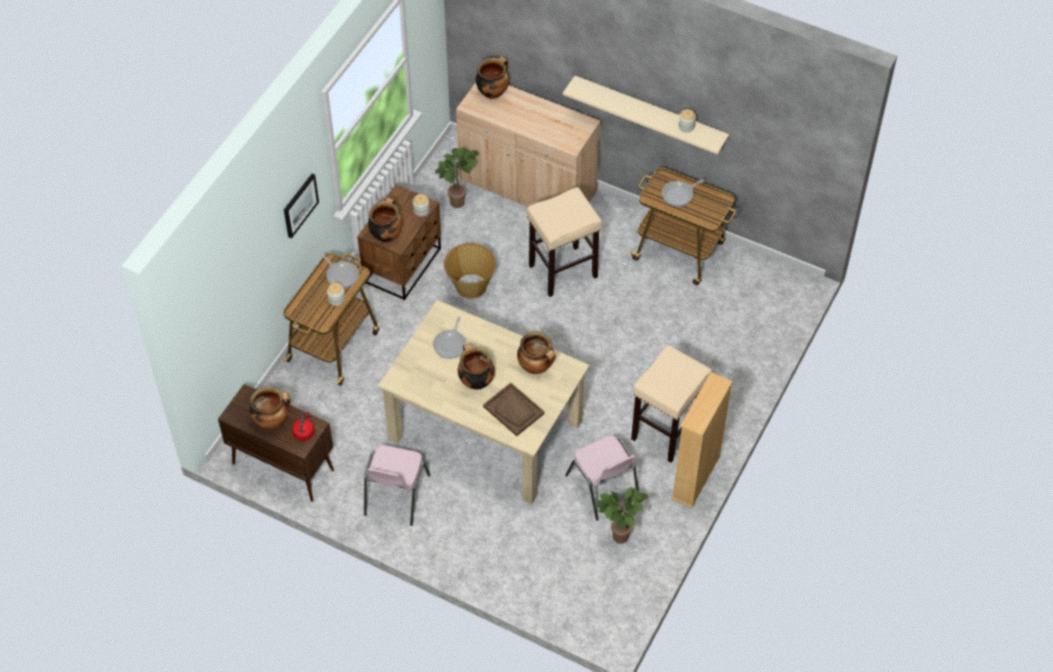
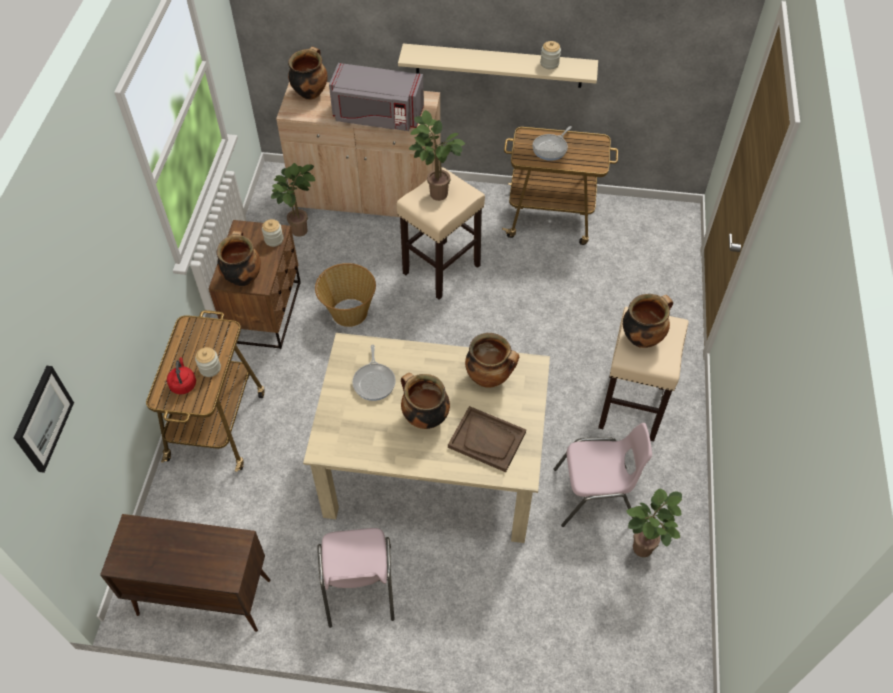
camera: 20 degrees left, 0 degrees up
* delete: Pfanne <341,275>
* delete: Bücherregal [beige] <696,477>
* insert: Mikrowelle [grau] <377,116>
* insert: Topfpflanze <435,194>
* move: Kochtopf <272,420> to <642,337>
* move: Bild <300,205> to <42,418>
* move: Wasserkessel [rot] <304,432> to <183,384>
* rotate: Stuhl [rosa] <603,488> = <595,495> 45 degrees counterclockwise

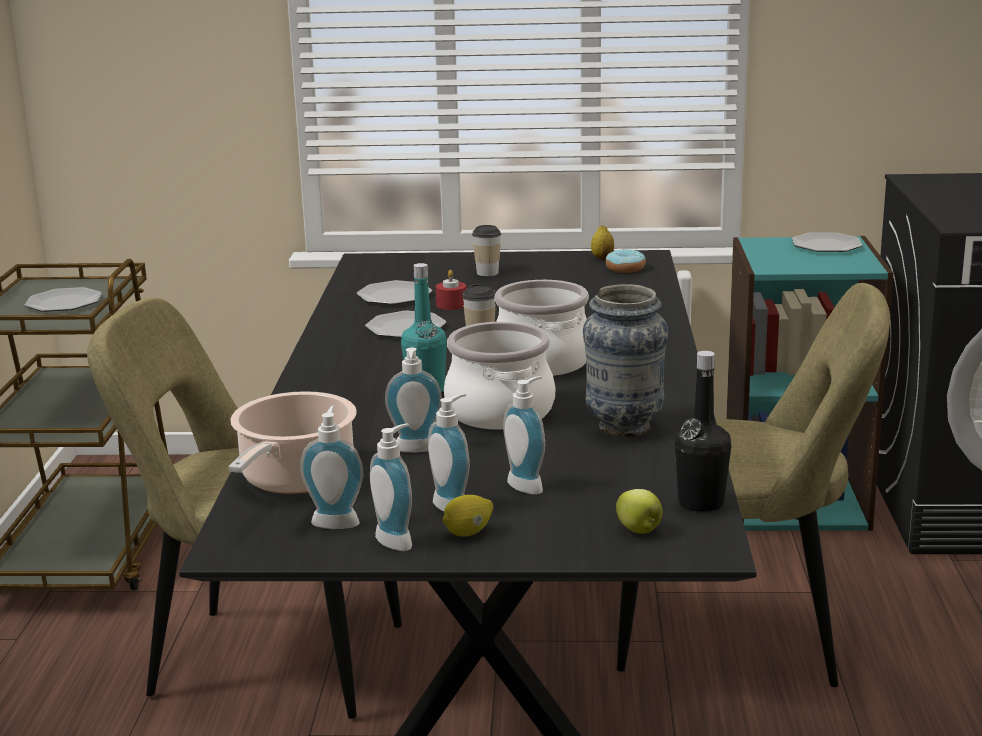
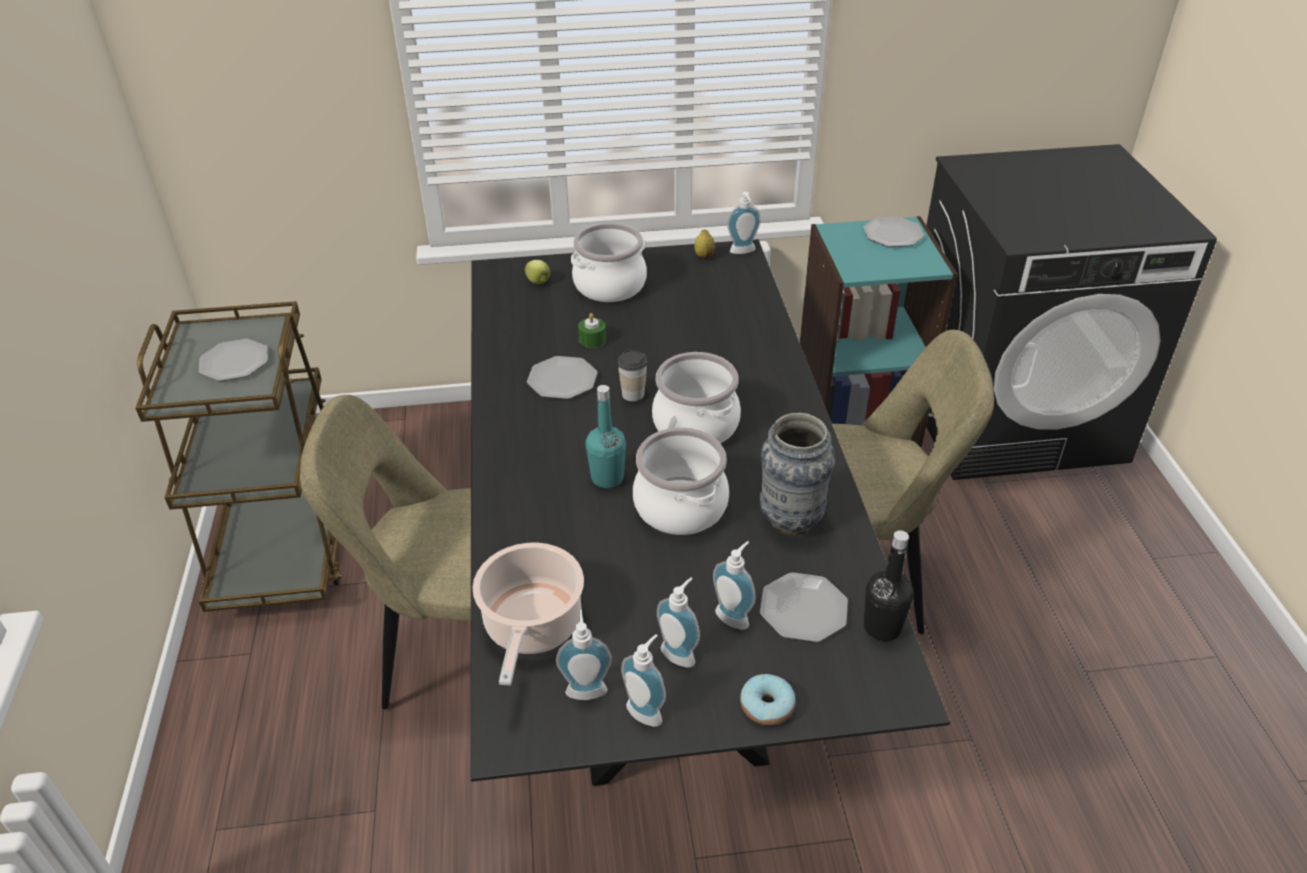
camera: 10 degrees left, 20 degrees up
* delete: Zitrone <468,533>
* move: Teller <395,296> to <804,610>
* move: Seifenspender <415,450> to <743,252>
* move: Donut <625,269> to <767,706>
* move: Apfel <639,531> to <538,282>
* replace: Tasse <487,273> to Kochtopf <610,286>
* recolor: Kerze [rot] <451,305> to Kerze [grün] <592,340>

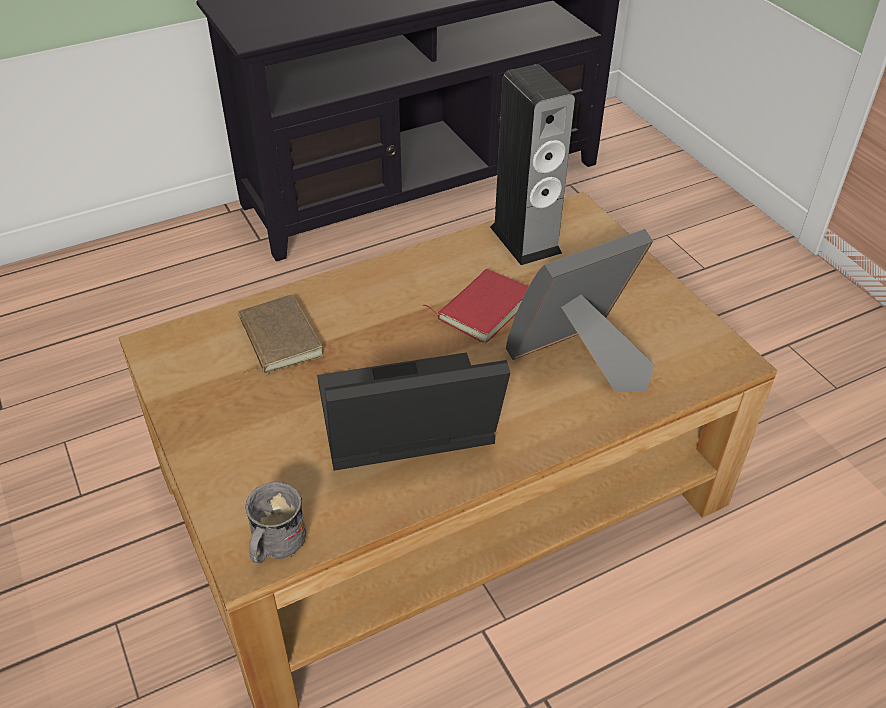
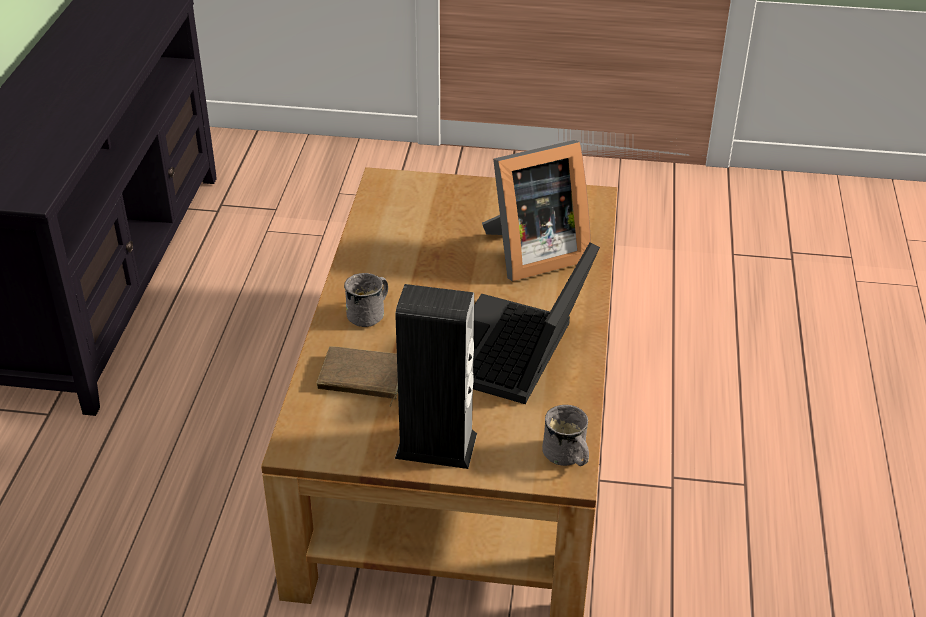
camera: 55 degrees left, 5 degrees down
* delete: Buch [rot] <482,308>
* insert: Henkelbecher [grau] <370,313>
* move: Lautsprecher <525,240> to <436,445>
* rotate: Bilderrahmen <579,360> = <532,254> 120 degrees counterclockwise

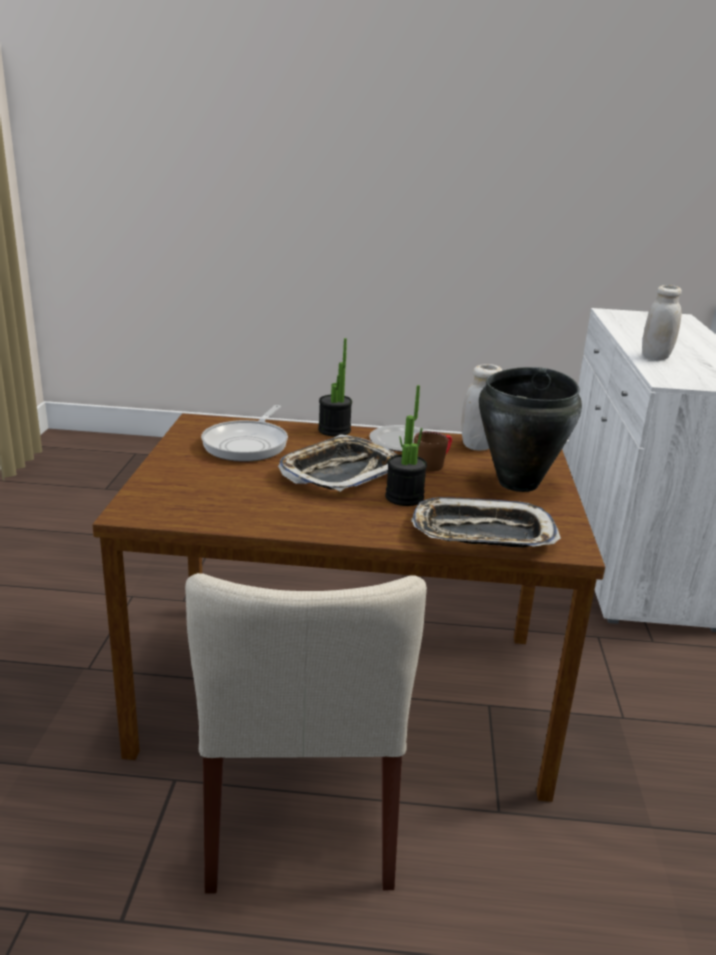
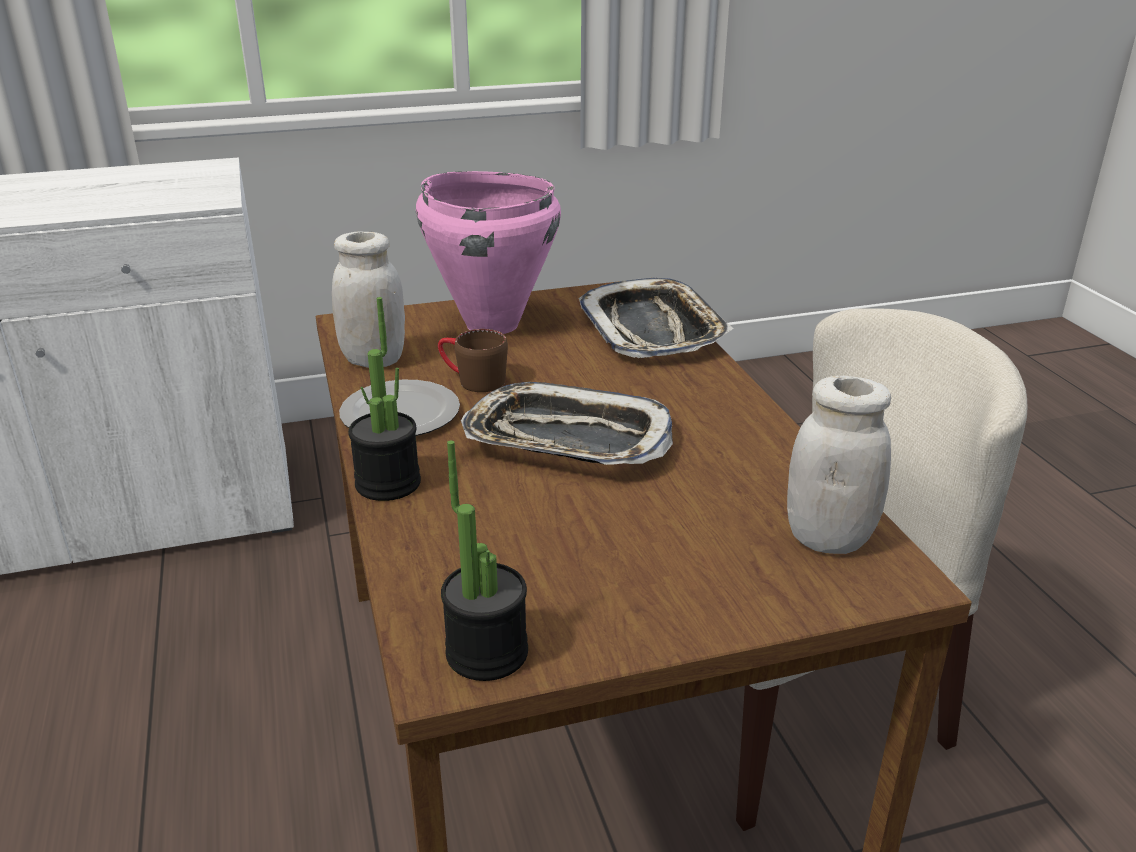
camera: 110 degrees left, 5 degrees up
* delete: Pfanne <248,444>
* move: Topfpflanze <404,497> to <487,652>
* move: Vorratsglas [weiß] <655,357> to <828,538>
* recolor: Kochtopf [schwarz] <519,483> to Kochtopf [rosa] <491,324>

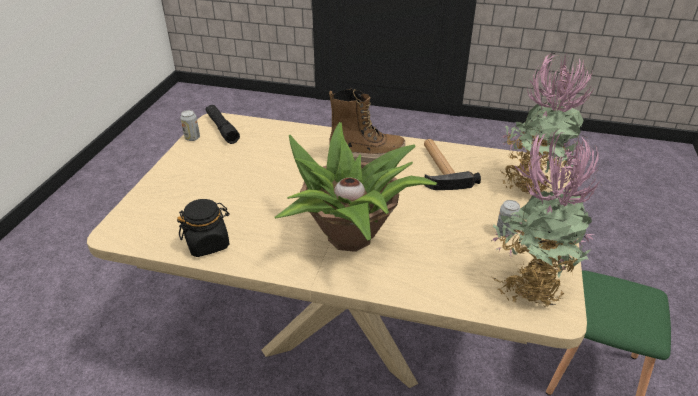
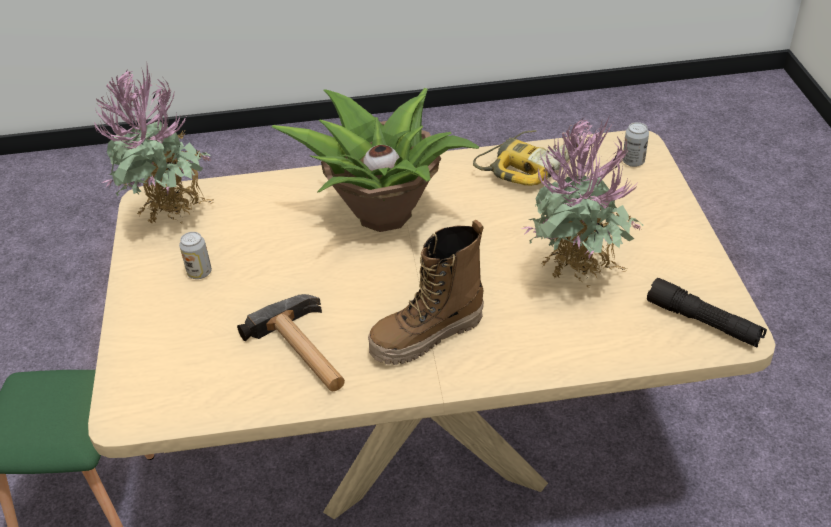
camera: 160 degrees right, 5 degrees up
* move: Dose <192,138> to <633,161>
* move: Topfpflanze <531,184> to <577,280>
* replace: Vorratsglas [schwarz] <208,243> to Bohrmaschine <530,163>

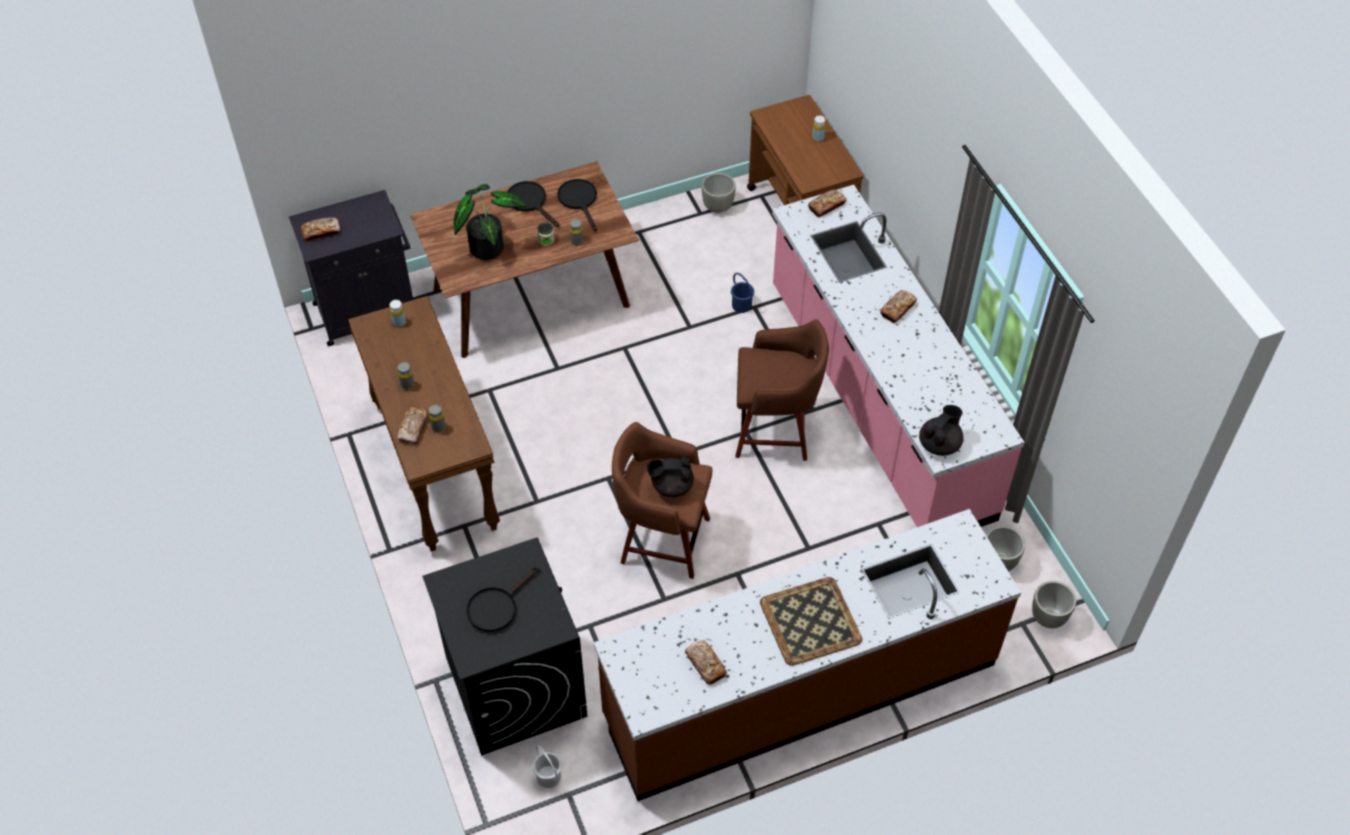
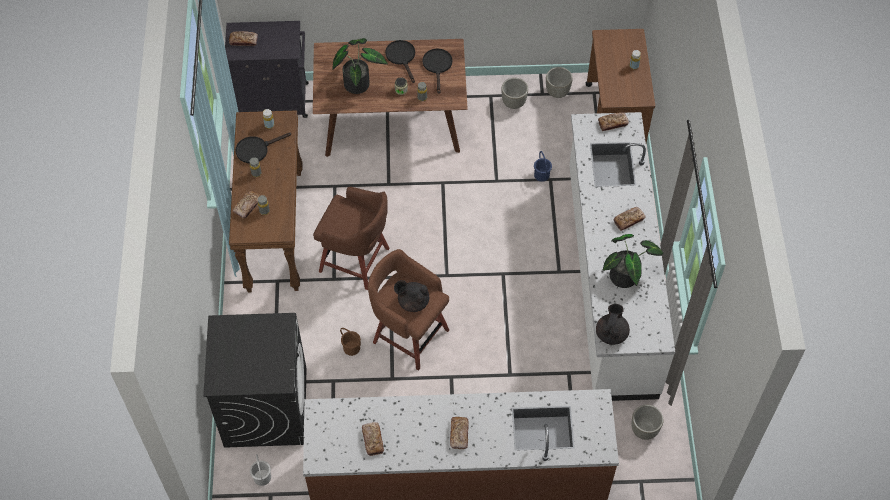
camera: 20 degrees right, 5 degrees up
* insert: Eimer [braun] <351,348>
* insert: Topfpflanze <627,277>
* move: Pfanne [schwarz] <497,606> to <256,149>
* move: Hocker [braun] <775,431> to <356,261>
* move: Pflanzkübel [grau] <1048,617> to <513,103>
* replace: Tablett <811,621> to Brot <459,434>
* recolor: Küchenzeile [rosa] <877,401> to Küchenzeile [weiß] <609,280>
* rotate: Teekanne [schwarz] <939,444> = <611,333> 45 degrees counterclockwise

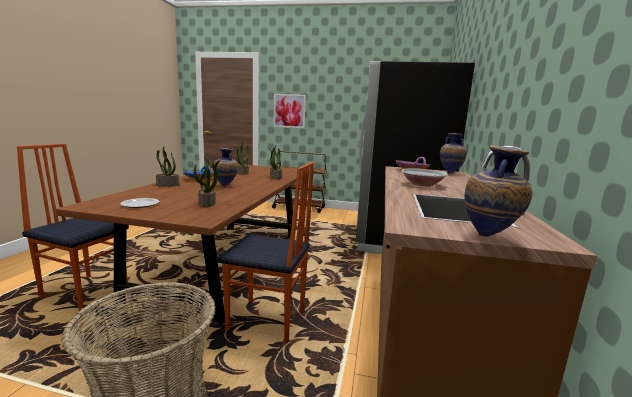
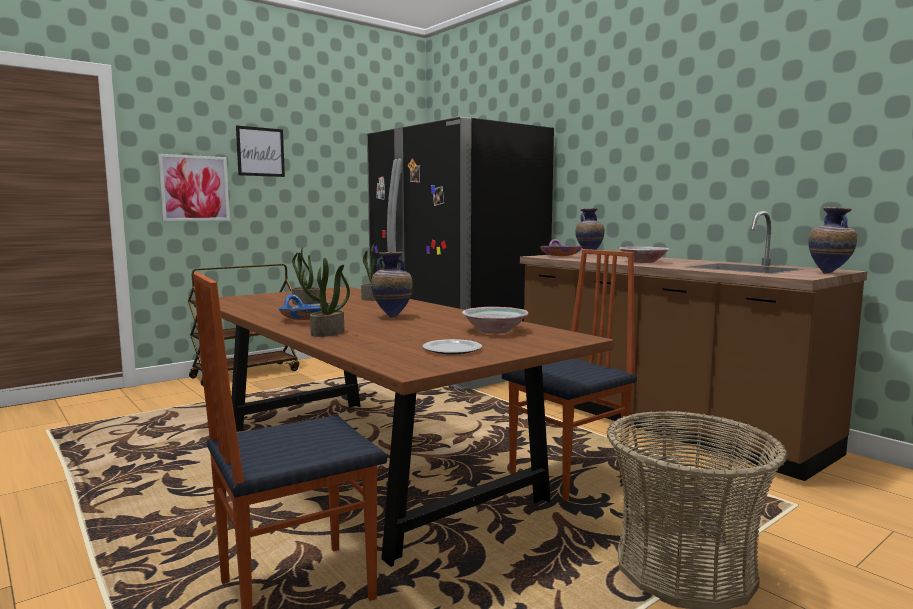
camera: 50 degrees left, 5 degrees down
* insert: Bild <260,152>
* replace: Topfpflanze <207,204> to Schüssel <495,330>

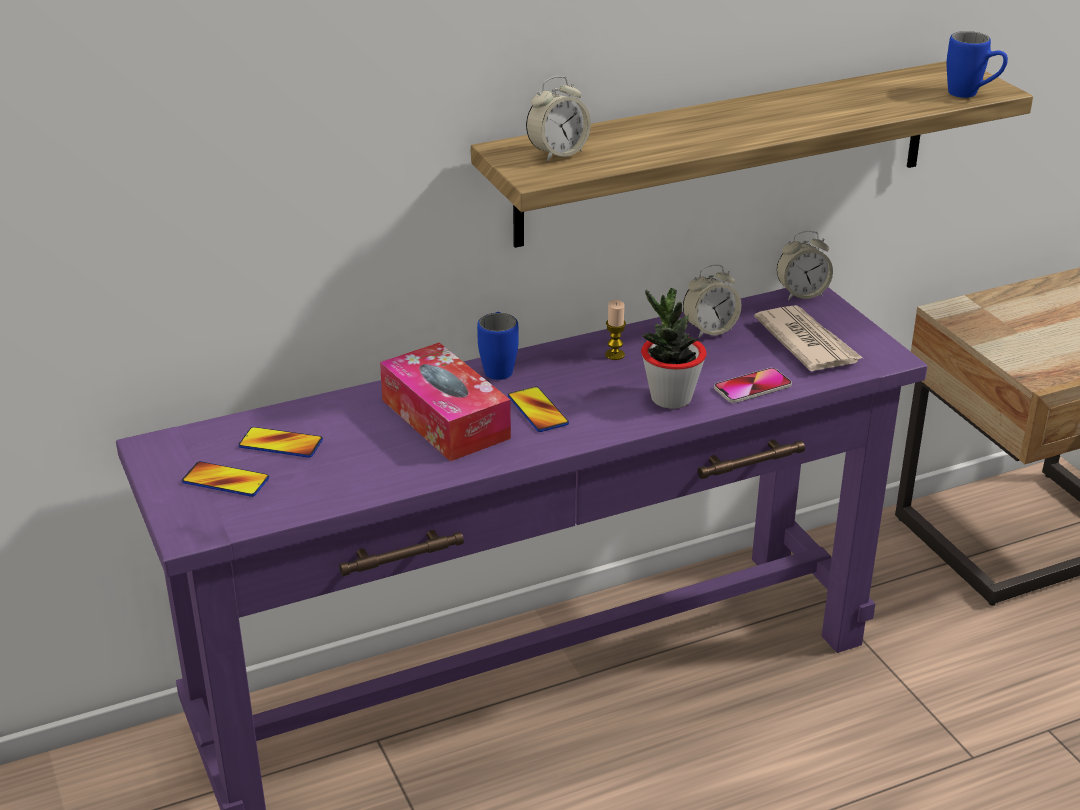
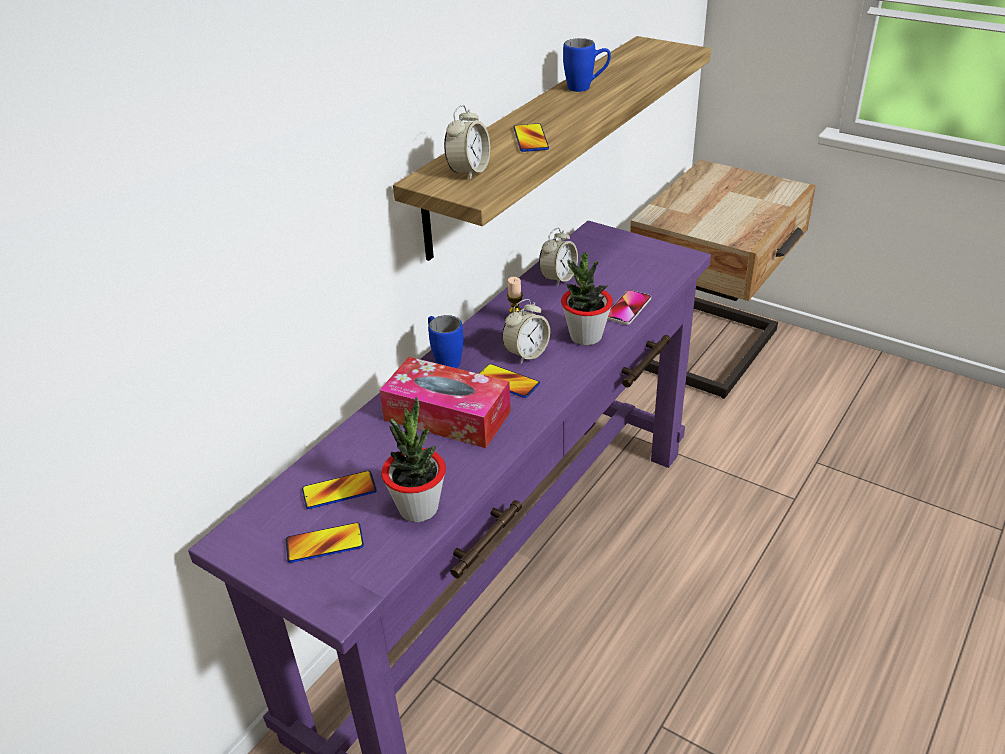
camera: 30 degrees left, 5 degrees up
* delete: Zeitung <807,342>
* insert: Topfpflanze <418,508>
* insert: Handy <530,139>
* move: Wecker <801,294> to <526,353>
* move: Henkelbecher [blau] <971,94> to <586,87>

